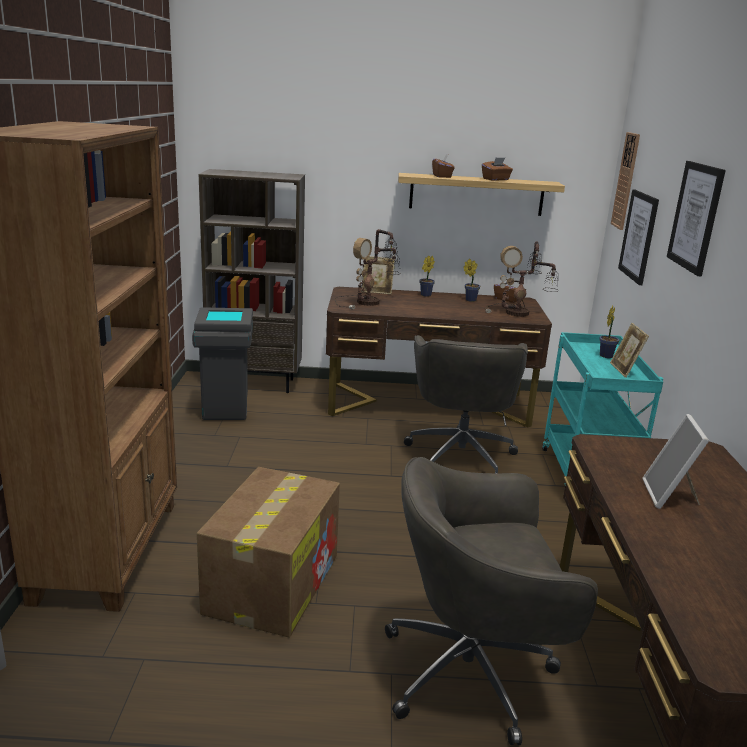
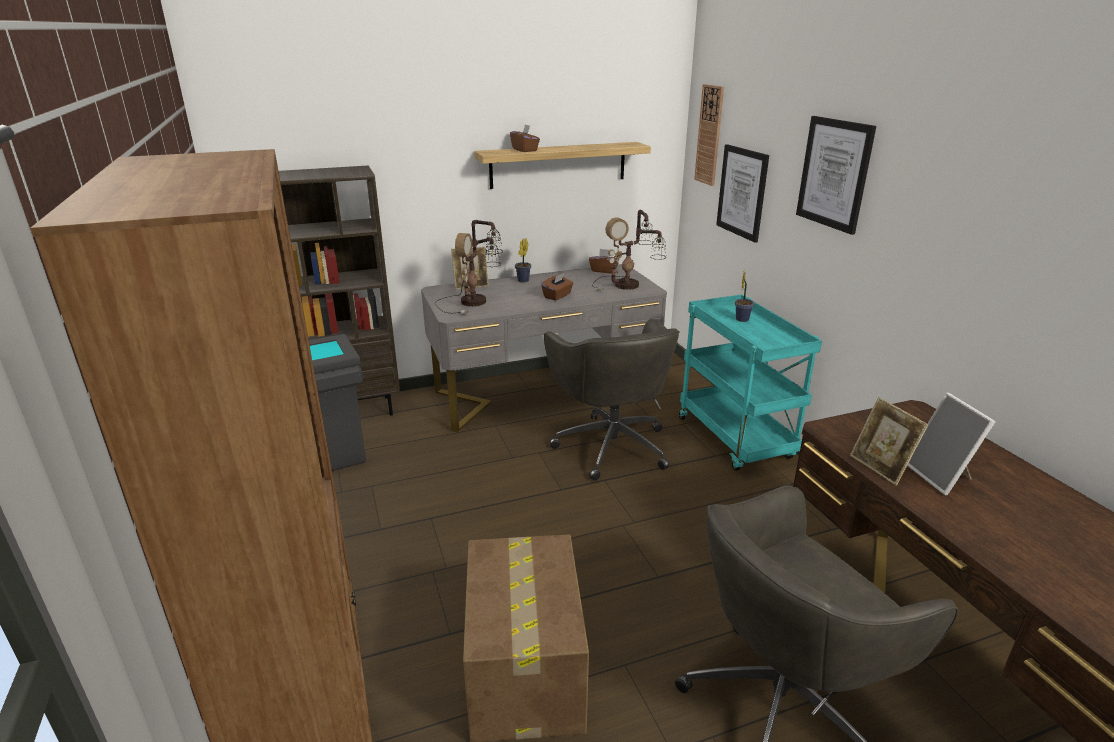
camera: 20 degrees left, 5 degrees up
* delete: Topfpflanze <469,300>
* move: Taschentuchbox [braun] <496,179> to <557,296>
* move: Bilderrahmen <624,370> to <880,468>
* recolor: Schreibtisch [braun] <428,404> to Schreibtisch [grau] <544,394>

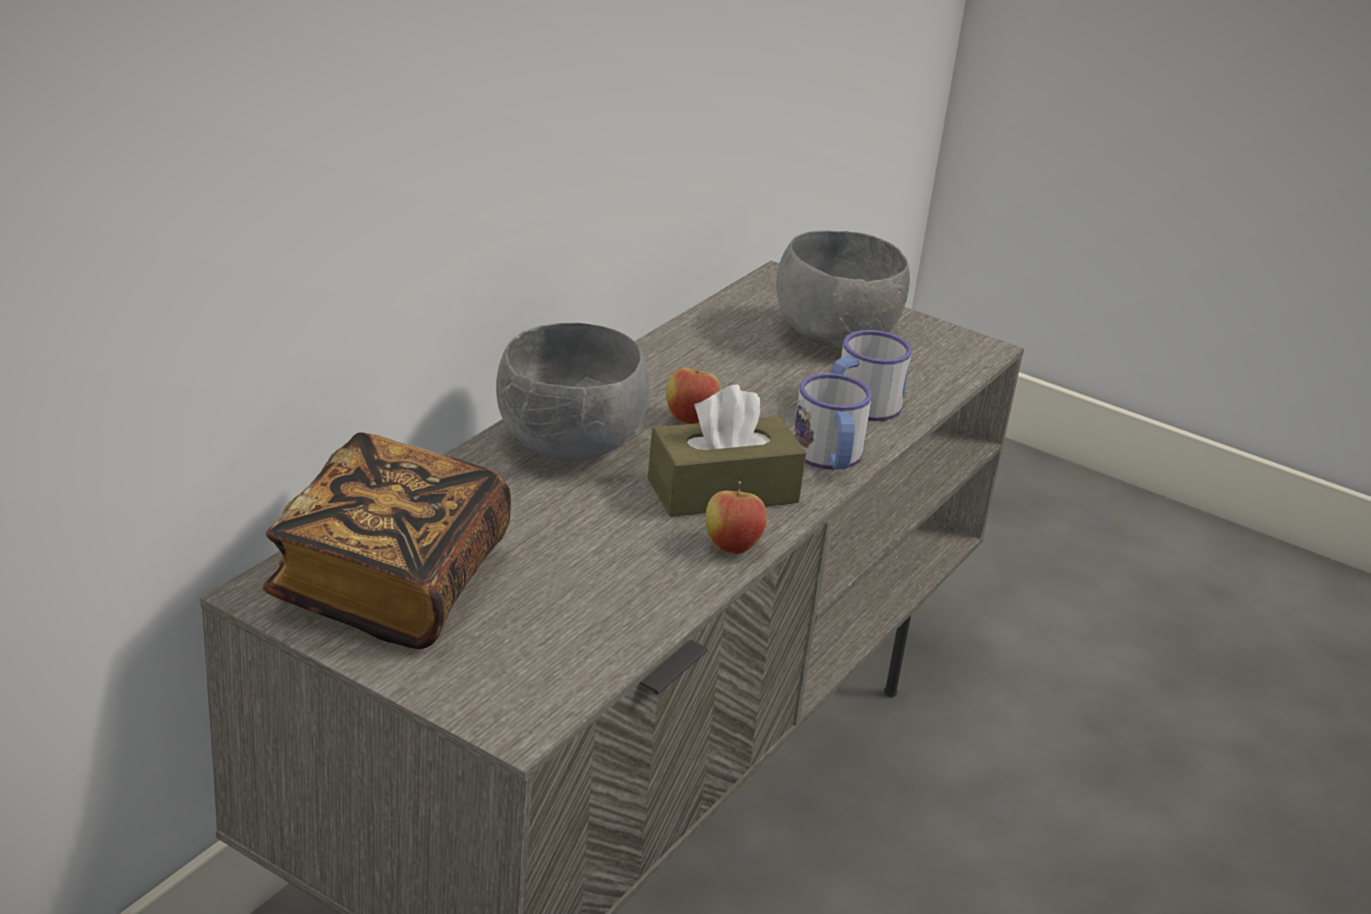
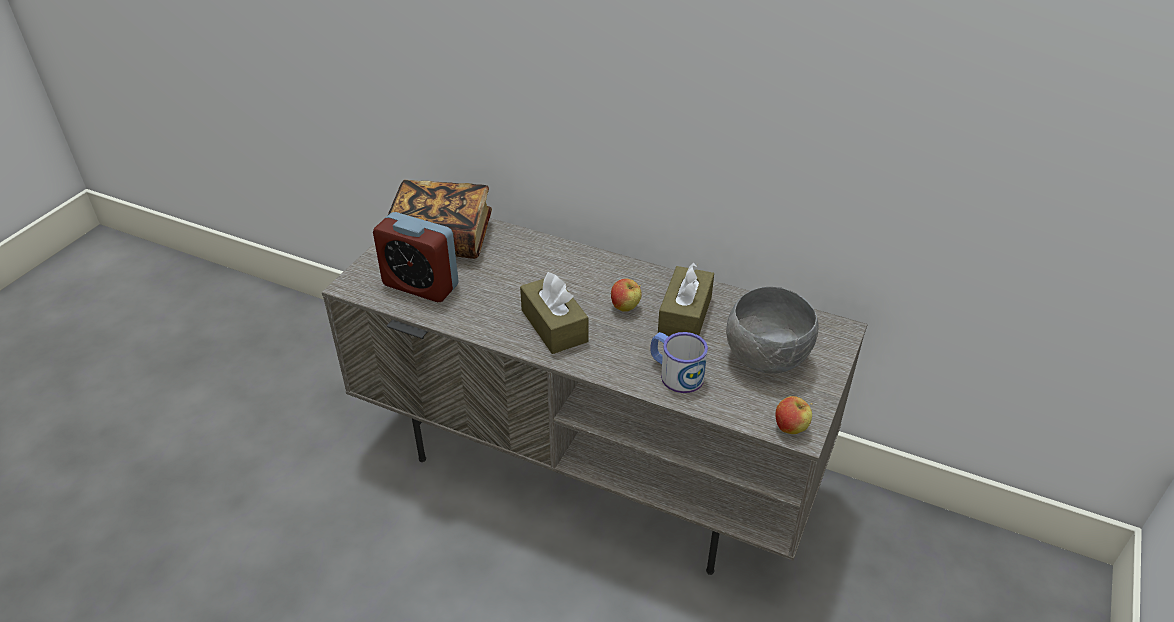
camera: 85 degrees right, 10 degrees up
* delete: Schüssel [grau] <570,448>
* delete: Henkelbecher <829,458>
* insert: Wecker <420,285>
* insert: Taschentuchbox [braun] <685,315>
* move: Apfel <732,547> to <790,428>

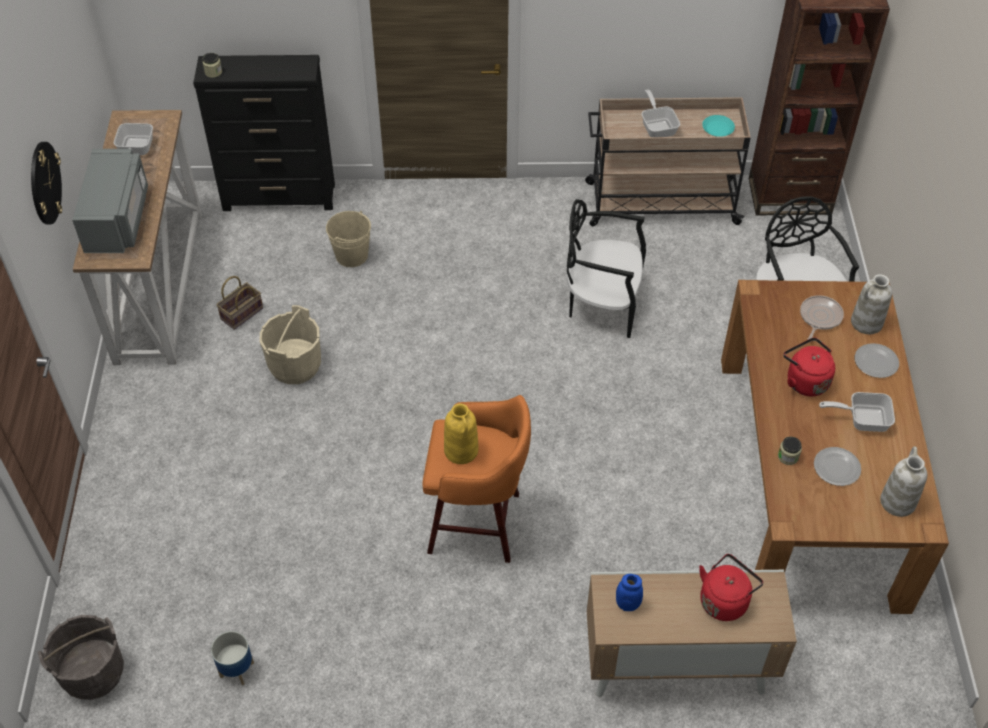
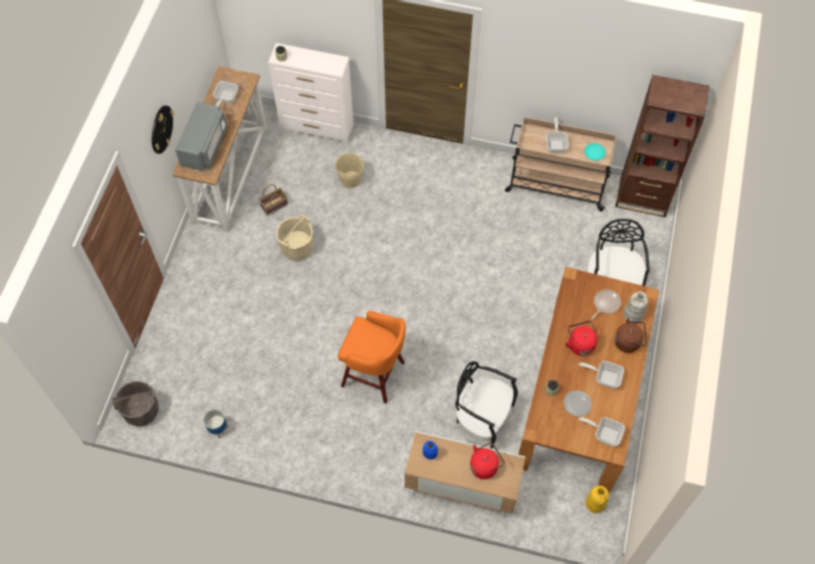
camera: 15 degrees right, 10 degrees up
* move: Vase [gelb] <461,451> to <595,503>
* move: Stuhl [schwarz] <602,303> to <482,417>
* replace: Teller <876,362> to Wasserkessel [braun] <628,342>
* replace: Vase [weiß] <897,501> to Pfanne <604,433>
* recolor: Kommode [schwarz] <280,197> to Kommode [weiß] <317,128>

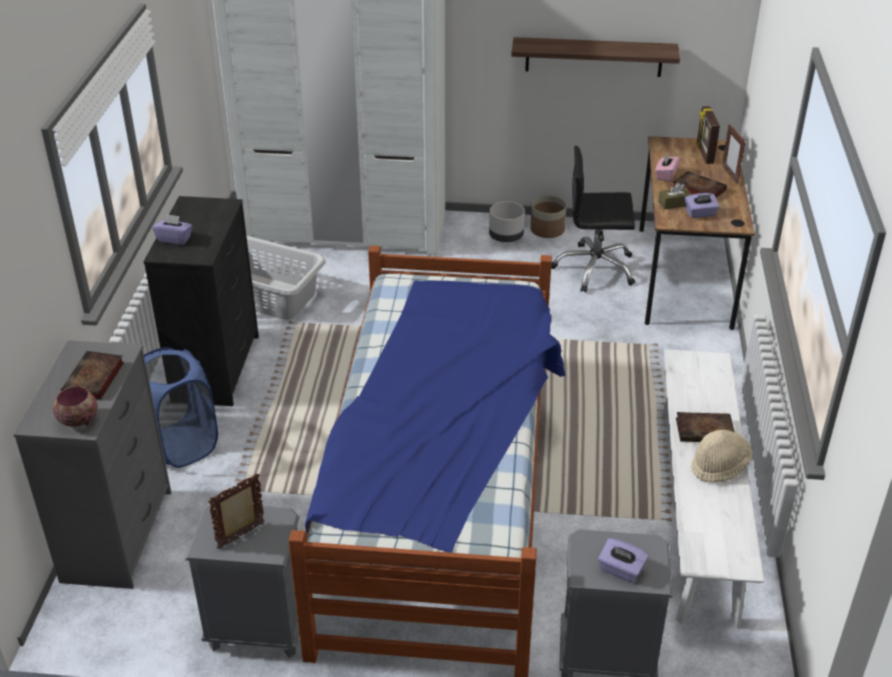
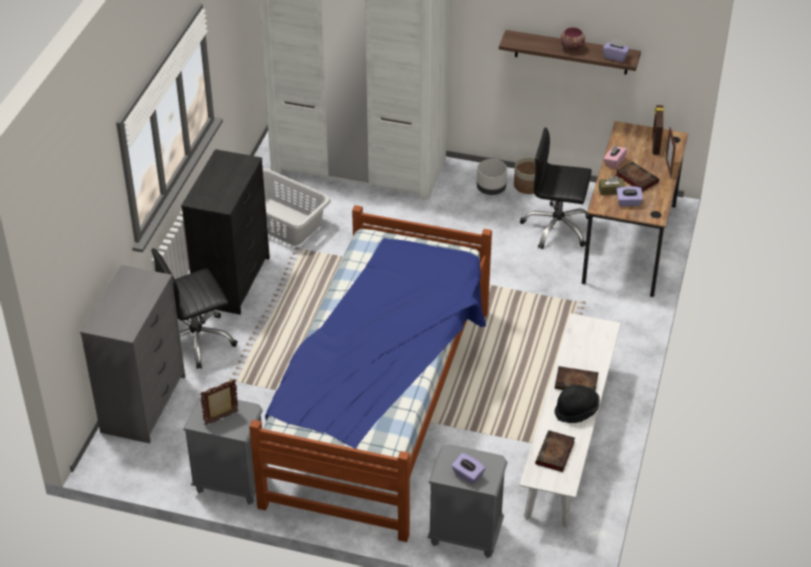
camera: 10 degrees right, 5 degrees up
* move: Schüssel <78,420> to <571,47>
* move: Buch <93,380> to <555,454>
* move: Taschentuchbox [lila] <174,239> to <615,57>
* replace: Wäschekorb [blau] <180,445> to Bürostuhl [schwarz] <197,341>
* recolor: Hut [beige] <719,467> to Hut [schwarz] <576,411>

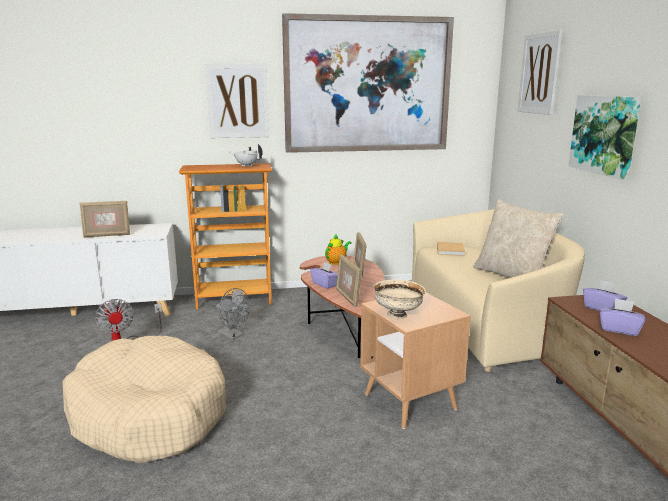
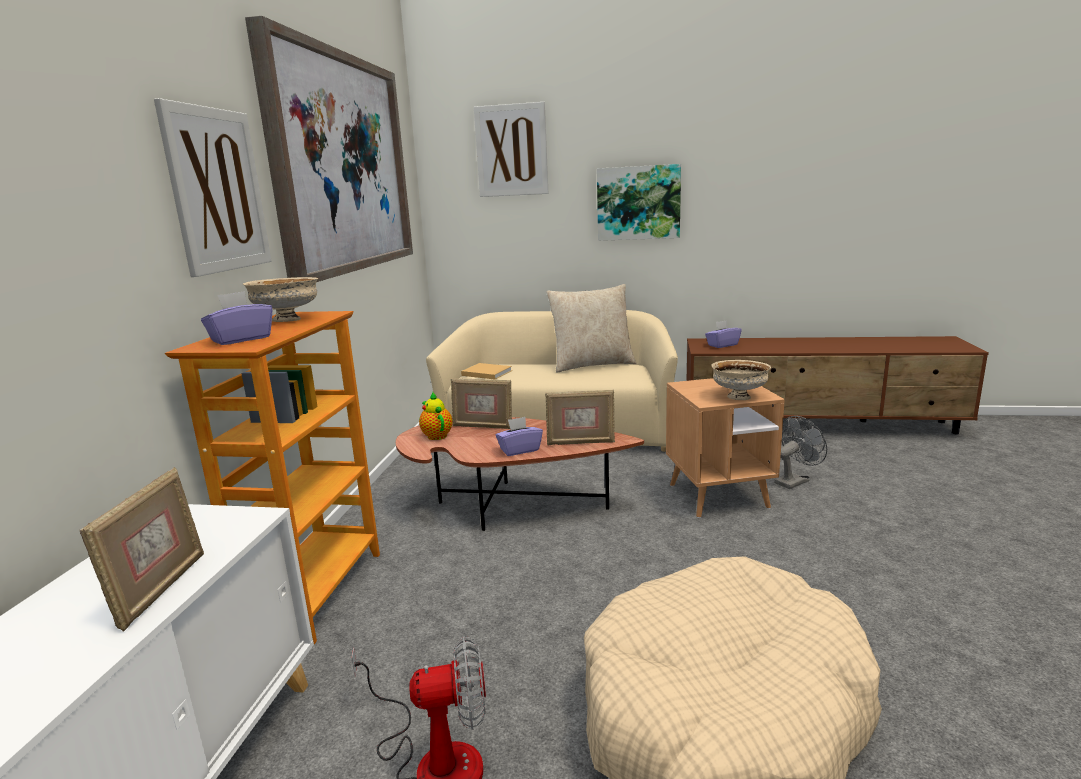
camera: 70 degrees left, 0 degrees up
* move: Ventilator [grau] <233,335> to <794,481>
* move: Taschentuchbox [lila] <619,329> to <241,339>
* replace: Teekanne [weiß] <247,165> to Schüssel [beige] <286,320>

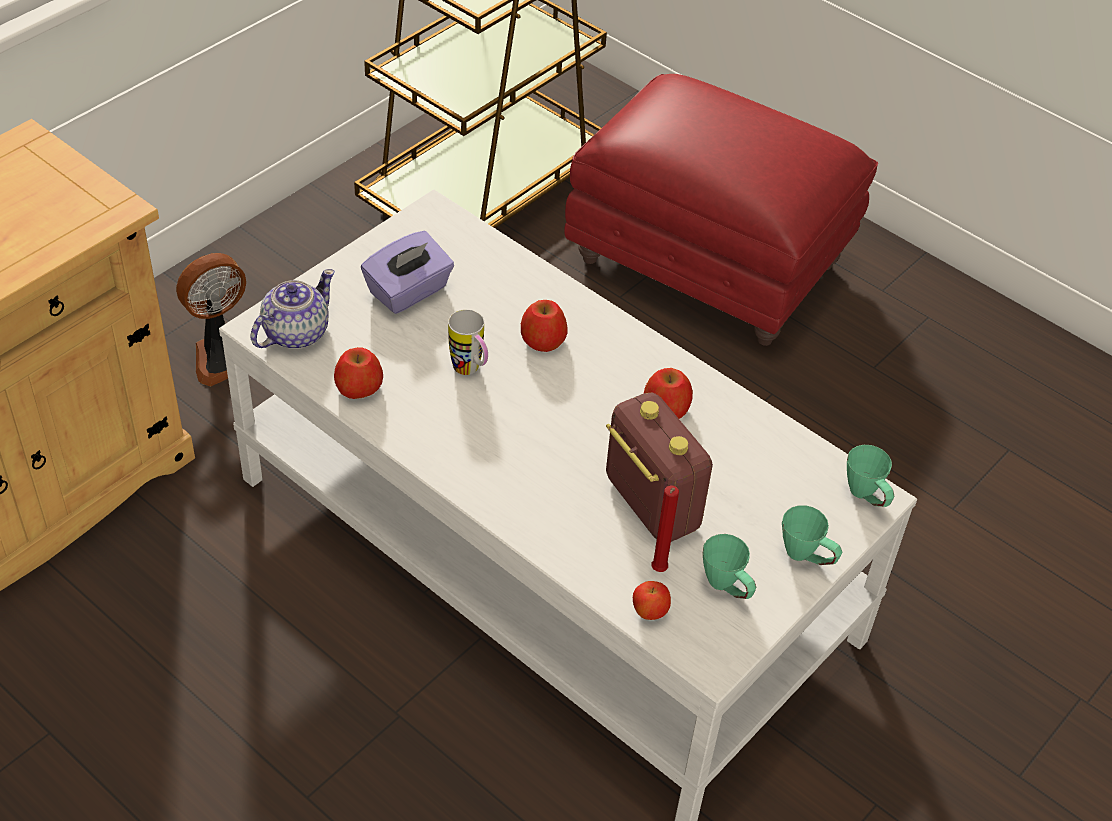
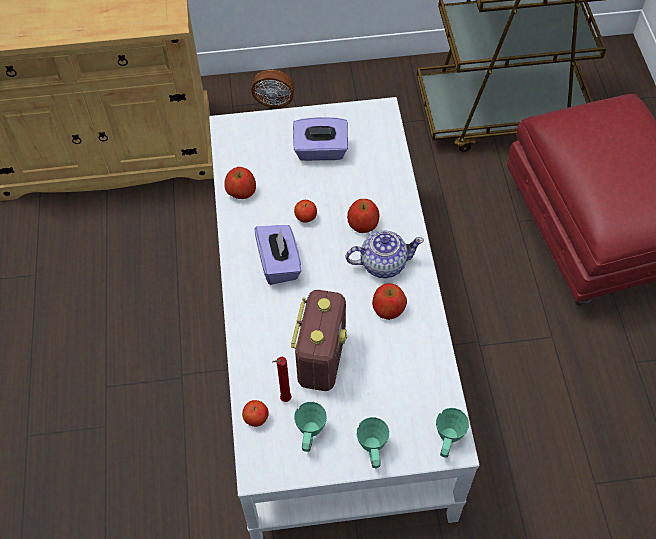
camera: 45 degrees right, 10 degrees up
* insert: Taschentuchbox [lila] <279,264>
* move: Teekanne <295,333> to <382,263>
* replace: Henkelbecher <470,371> to Apfel <306,217>

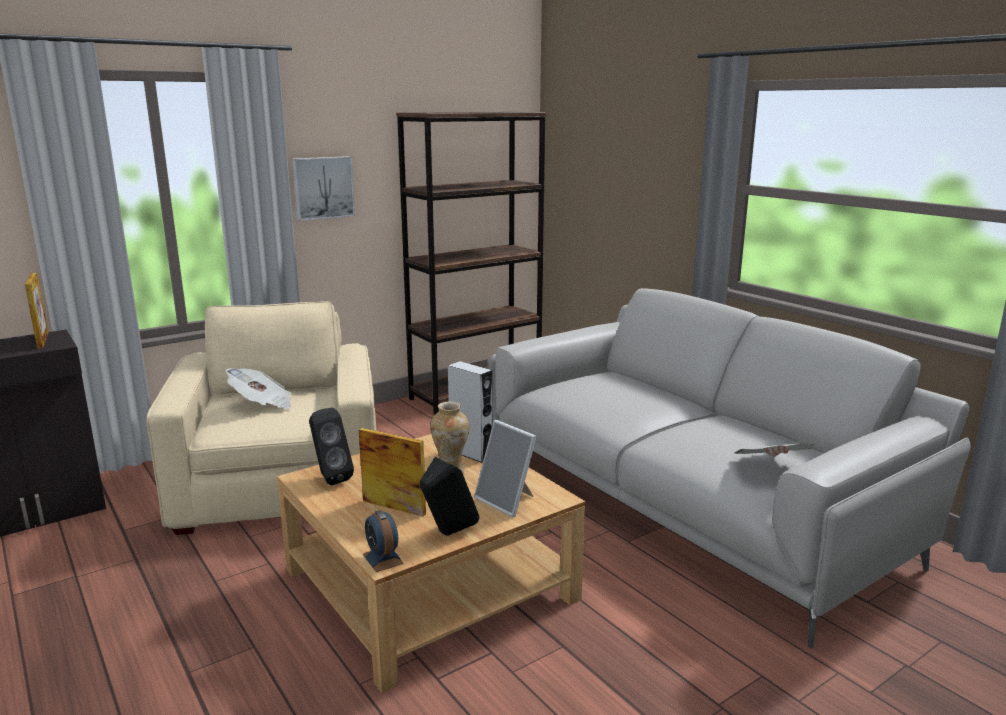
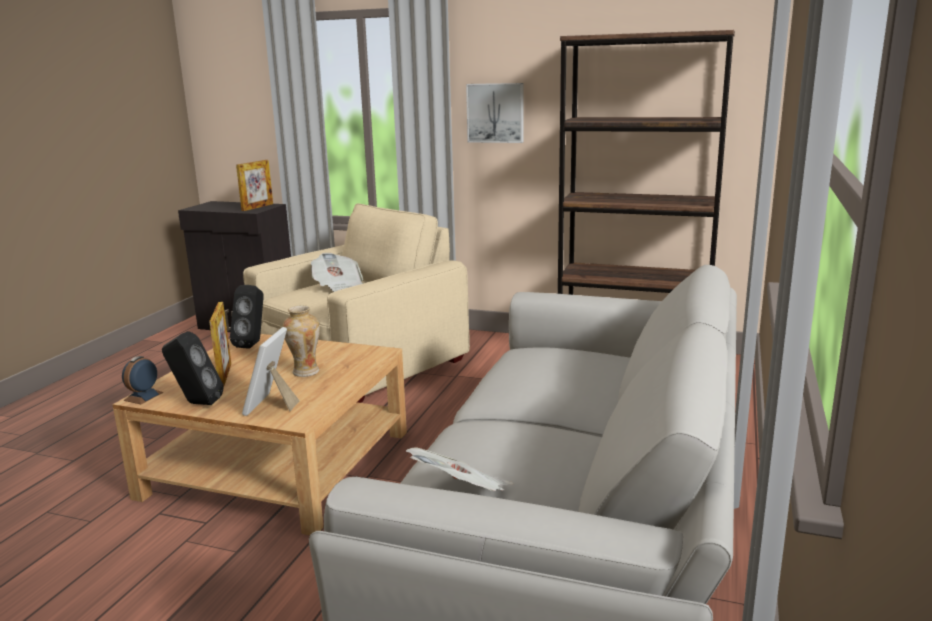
camera: 55 degrees right, 0 degrees up
* delete: Lautsprecher [grau] <471,453>

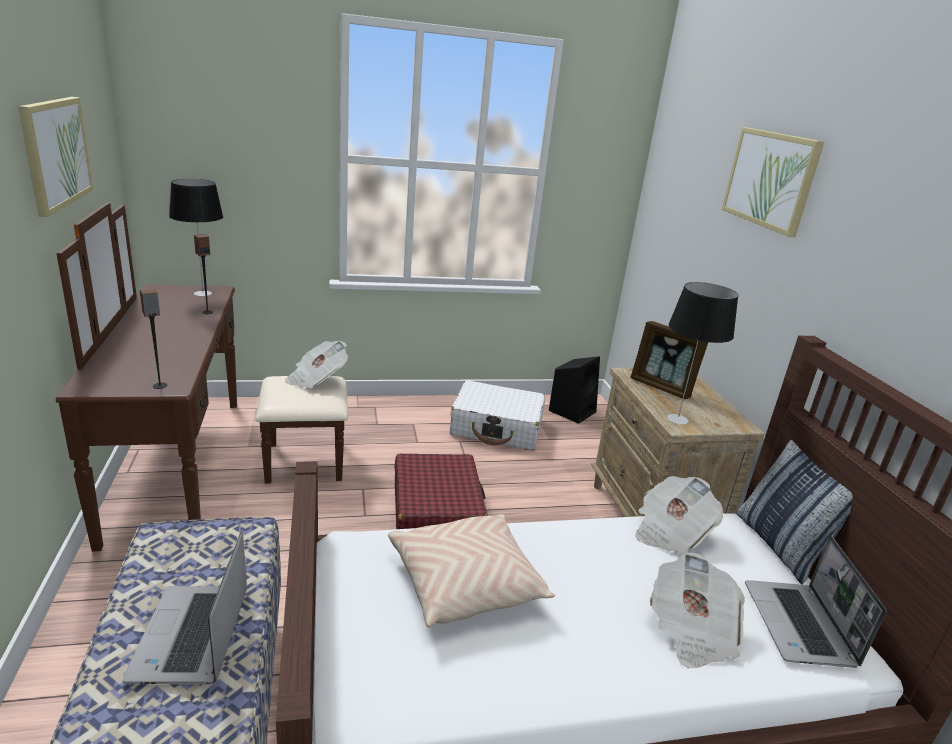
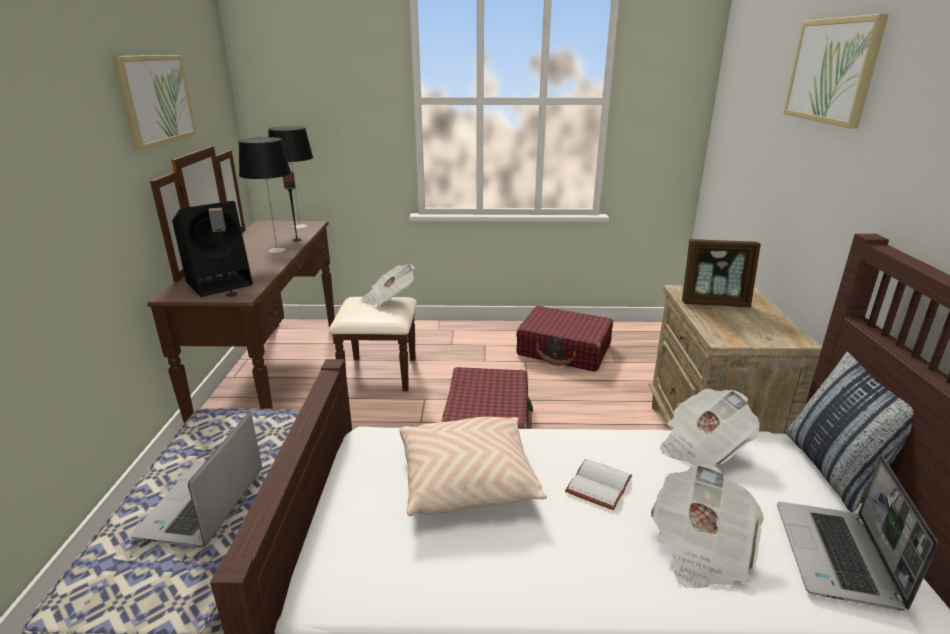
camera: 15 degrees right, 0 degrees up
* insert: Buch [weiß] <597,484>
* move: Lautsprecher [schwarz] <572,410> to <221,283>
* move: Tischlampe <676,419> to <276,250>
* recolor: Koffer [weiß] <497,428> to Koffer [rot] <564,350>
* rotate: Bilderrahmen <661,387> = <714,303> 45 degrees counterclockwise

